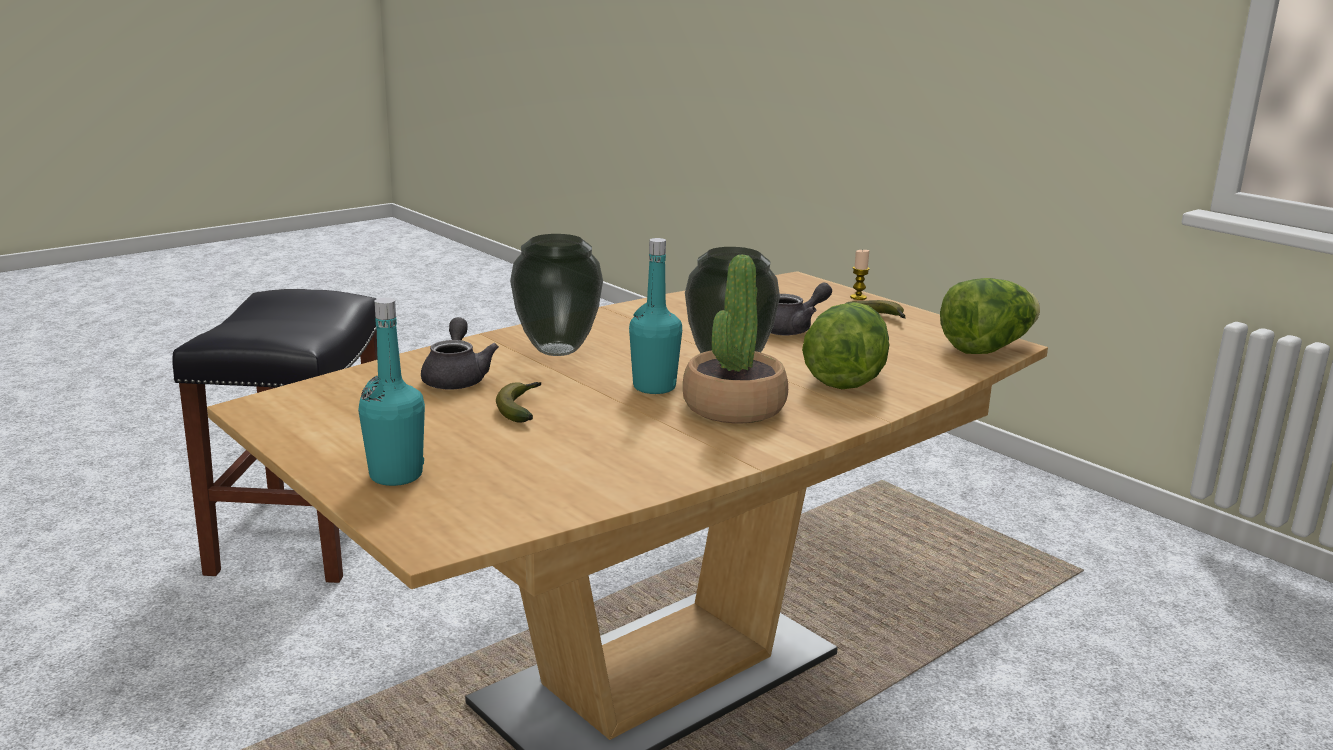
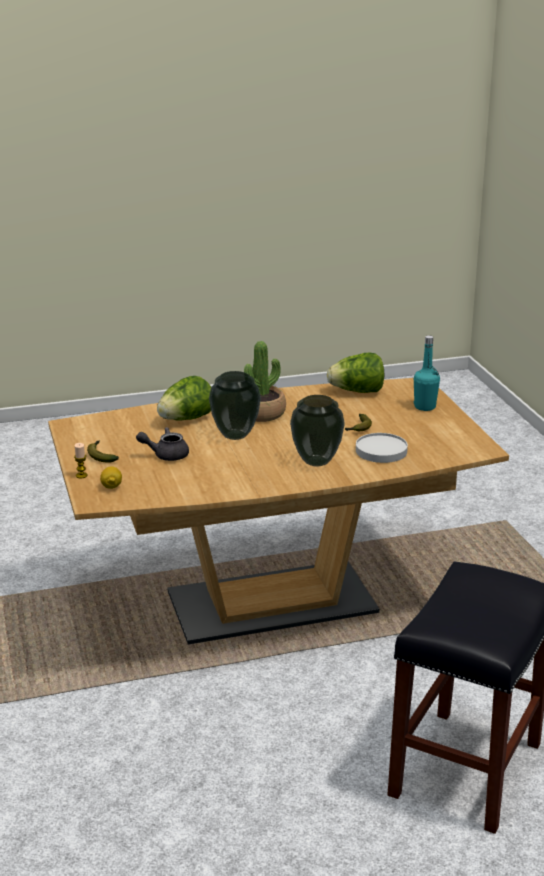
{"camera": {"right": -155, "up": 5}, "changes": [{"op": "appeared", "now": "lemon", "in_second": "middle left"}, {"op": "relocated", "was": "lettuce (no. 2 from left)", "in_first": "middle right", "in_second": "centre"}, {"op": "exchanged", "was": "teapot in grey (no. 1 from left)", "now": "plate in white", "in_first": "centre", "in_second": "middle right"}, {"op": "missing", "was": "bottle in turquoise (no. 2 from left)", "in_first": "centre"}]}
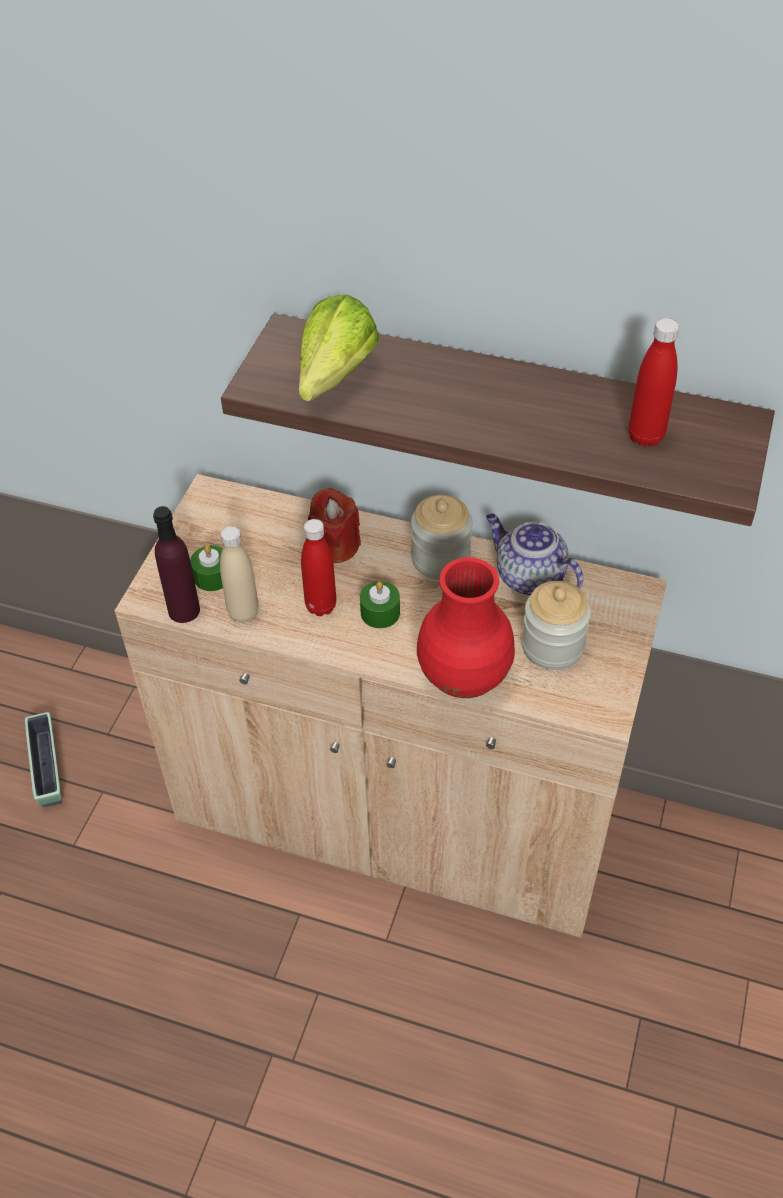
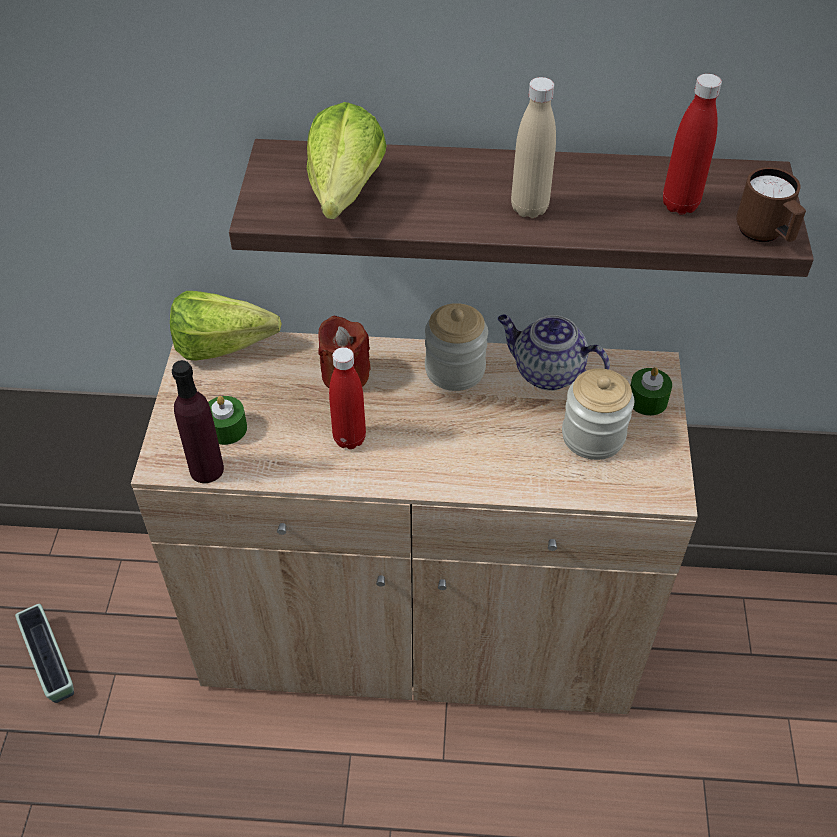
{"camera": {"right": -15, "up": 0}, "changes": [{"op": "appeared", "now": "lettuce (no. 1 from left)", "in_second": "middle left"}, {"op": "relocated", "was": "bottle in beige", "in_first": "middle left", "in_second": "top centre"}, {"op": "relocated", "was": "candle in green (no. 2 from left)", "in_first": "centre", "in_second": "middle right"}, {"op": "appeared", "now": "mug in brown", "in_second": "top right"}, {"op": "missing", "was": "vase in red", "in_first": "centre"}]}
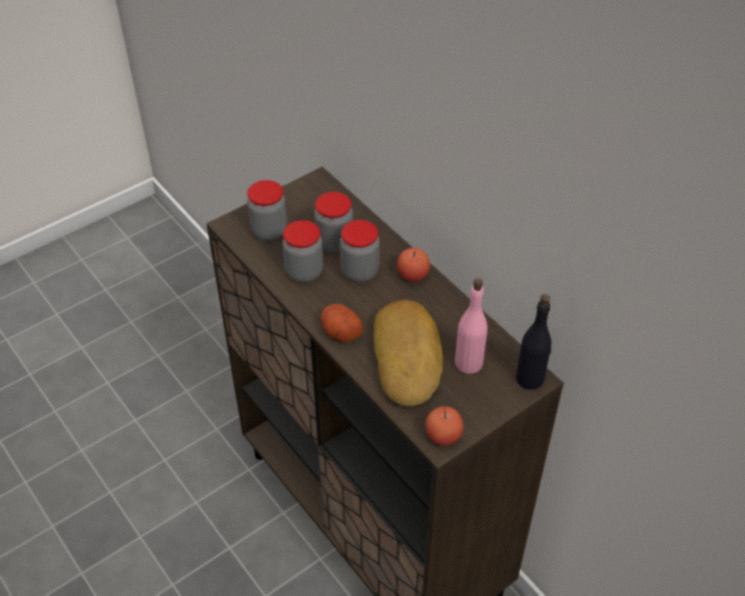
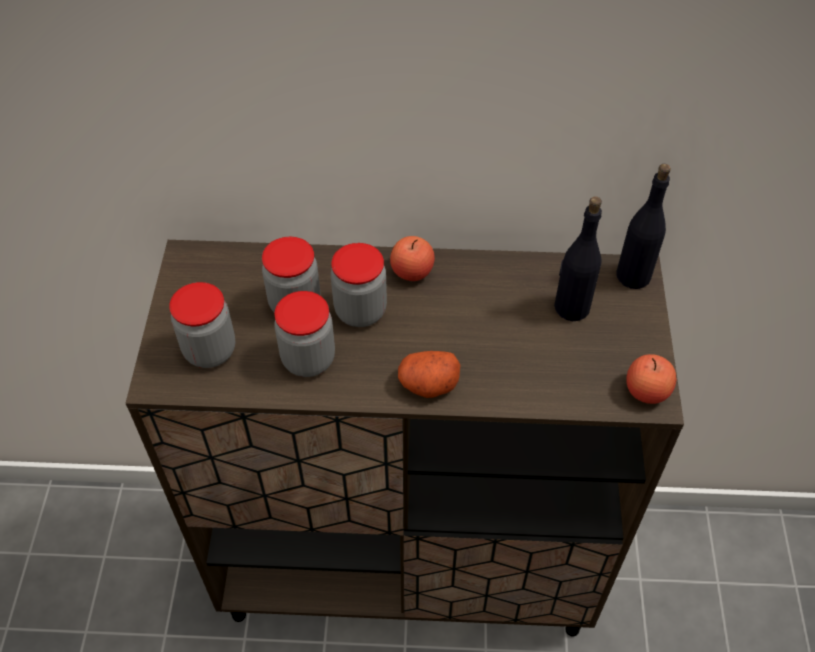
{"camera": {"right": -50, "up": 5}, "changes": [{"op": "colour", "was": "bottle in pink", "now": "bottle in black (no. 1 from left)", "in_first": "centre", "in_second": "middle right"}, {"op": "missing", "was": "bread", "in_first": "centre"}]}
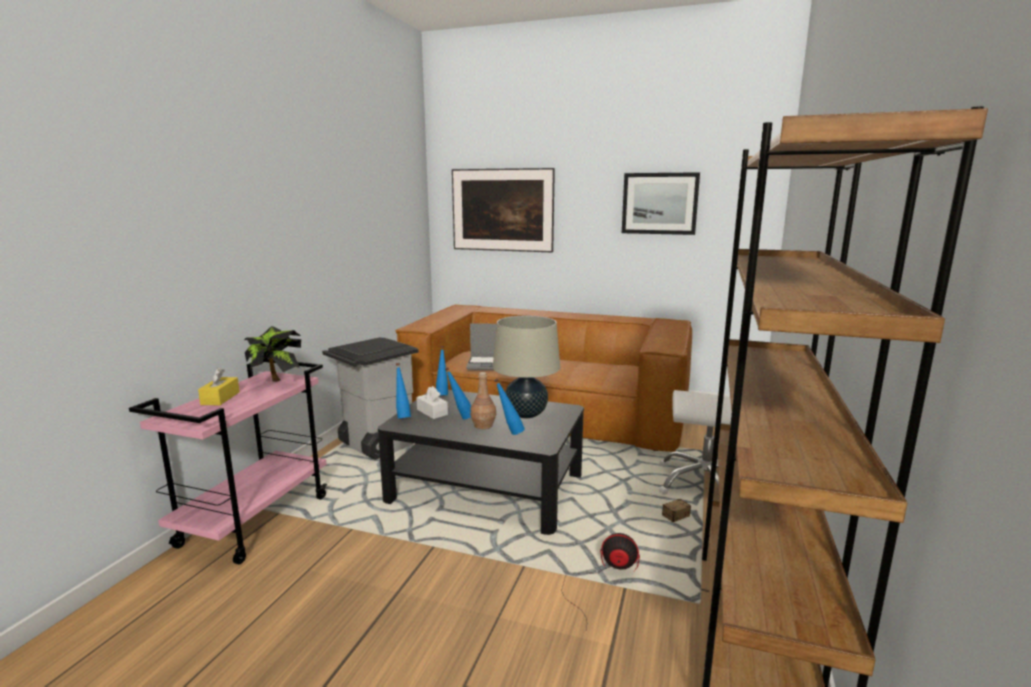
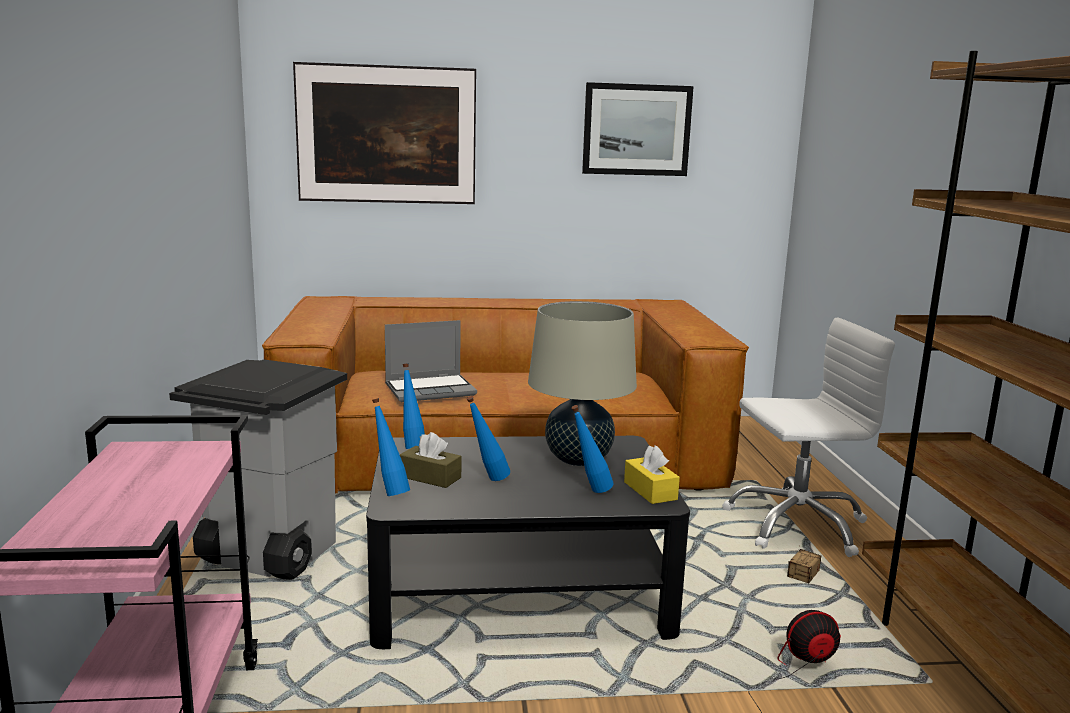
{"camera": {"right": -25, "up": 0}, "changes": [{"op": "colour", "was": "tissue box in white", "now": "tissue box in brown", "in_first": "centre", "in_second": "centre"}, {"op": "relocated", "was": "tissue box in yellow", "in_first": "middle left", "in_second": "centre"}, {"op": "missing", "was": "potted plant", "in_first": "middle left"}, {"op": "missing", "was": "bottle in brown", "in_first": "centre"}]}
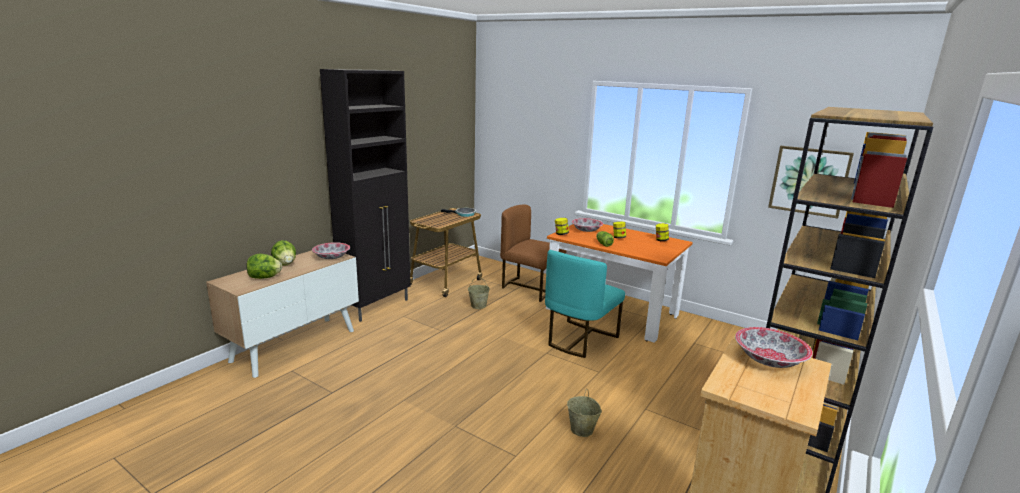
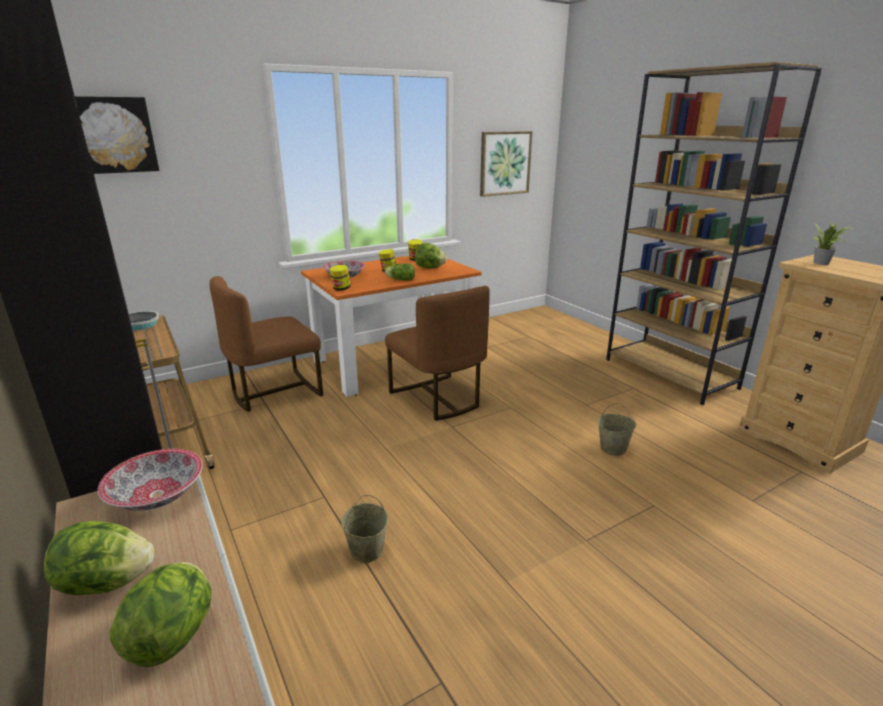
{"camera": {"right": -65, "up": 5}, "changes": [{"op": "appeared", "now": "picture (no. 1 from left)", "in_second": "top left"}, {"op": "relocated", "was": "bucket in beige (no. 1 from left)", "in_first": "centre", "in_second": "bottom centre"}, {"op": "colour", "was": "chair in turquoise", "now": "chair in brown (no. 2 from left)", "in_first": "centre", "in_second": "centre"}, {"op": "appeared", "now": "lettuce (no. 4 from left)", "in_second": "centre"}, {"op": "exchanged", "was": "bowl (no. 3 from left)", "now": "potted plant", "in_first": "bottom right", "in_second": "middle right"}]}
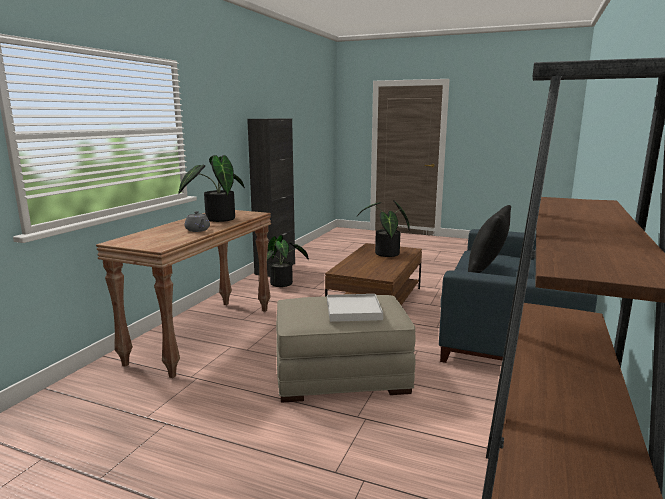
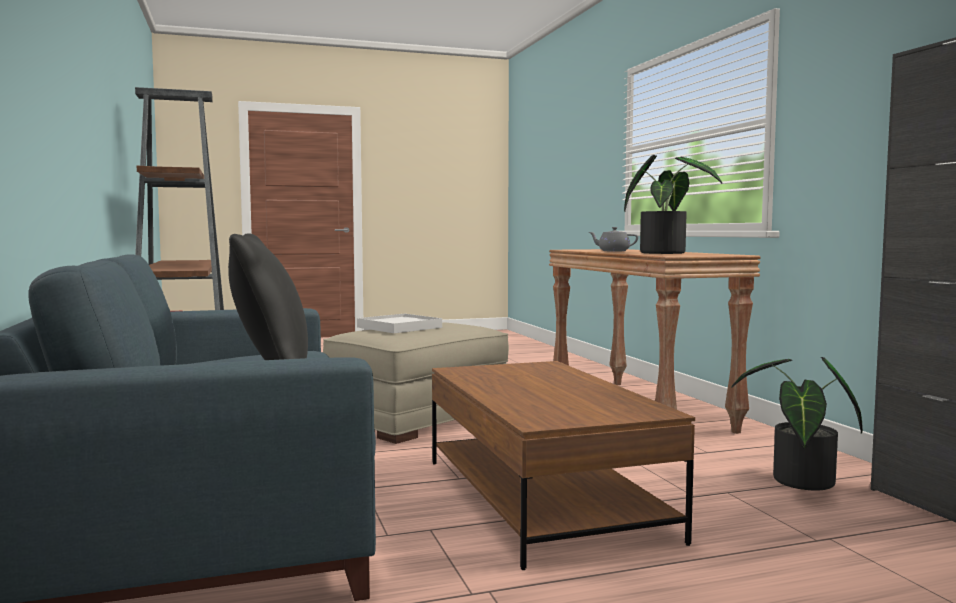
{"camera": {"right": 140, "up": -10}, "changes": [{"op": "missing", "was": "potted plant (no. 3 from left)", "in_first": "centre"}]}
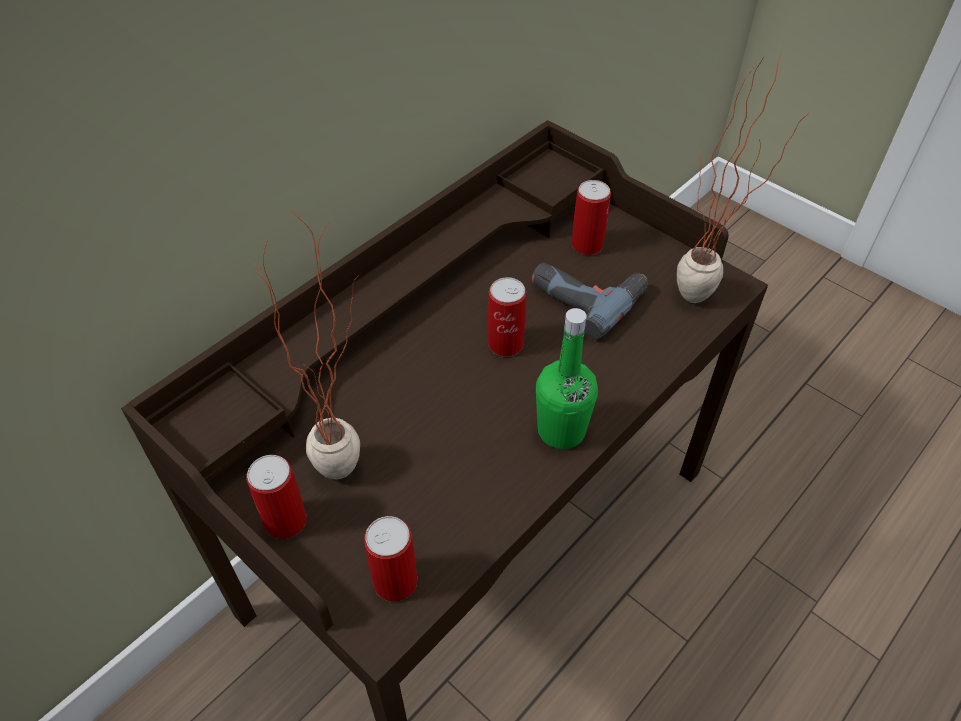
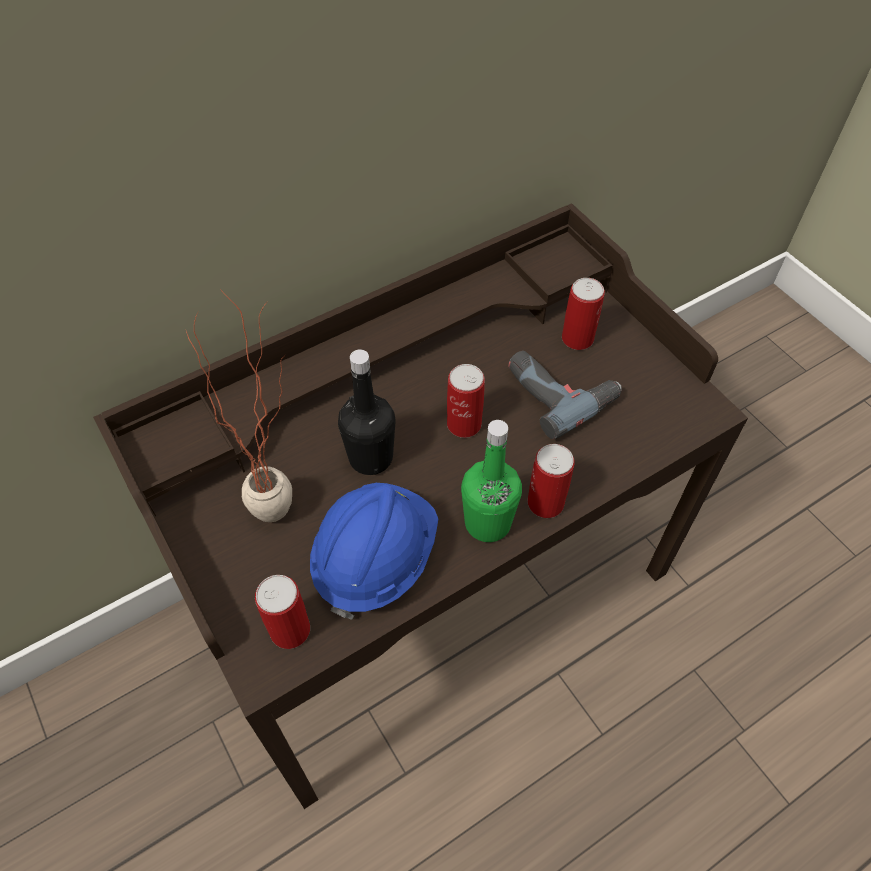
{"camera": {"right": 15, "up": 5}, "changes": [{"op": "appeared", "now": "hard hat in blue", "in_second": "centre"}, {"op": "appeared", "now": "bottle in black", "in_second": "centre"}, {"op": "relocated", "was": "can (no. 1 from left in the first image)", "now": "can (no. 3 from left)", "in_first": "bottom left", "in_second": "centre"}, {"op": "missing", "was": "potted plant (no. 2 from left)", "in_first": "top right"}]}
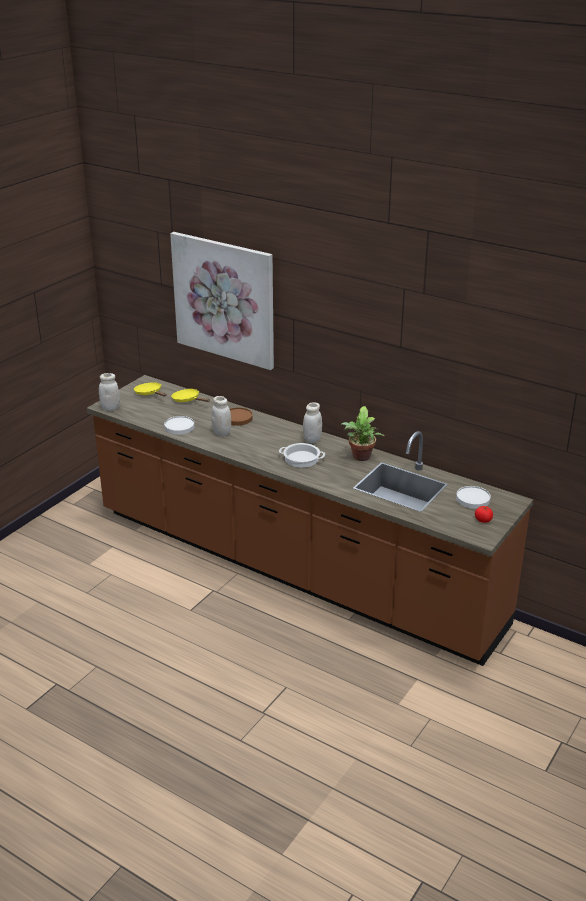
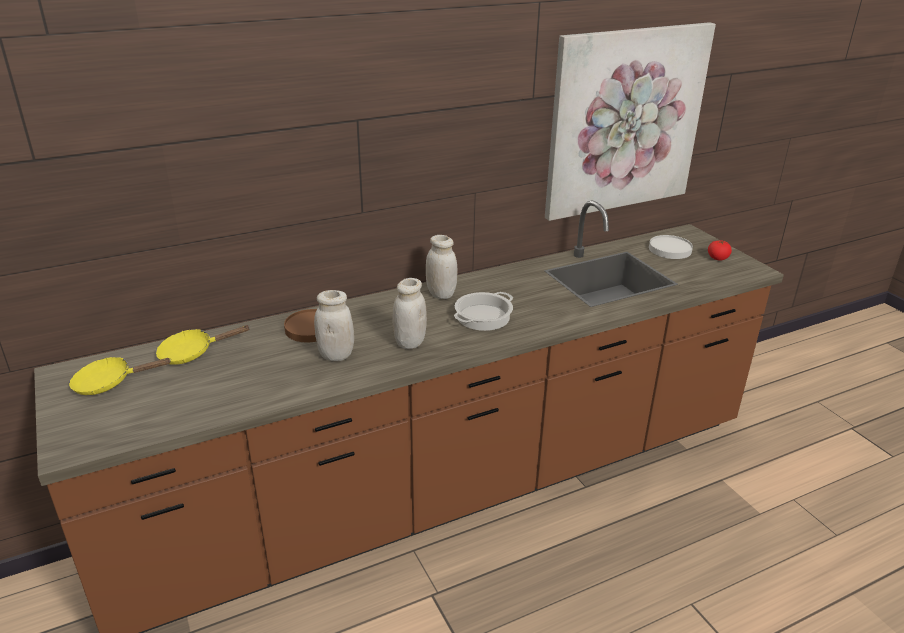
{"camera": {"right": -60, "up": 0}, "changes": [{"op": "relocated", "was": "jar in white (no. 1 from left in the first image)", "now": "jar in white (no. 2 from left)", "in_first": "middle left", "in_second": "centre"}, {"op": "relocated", "was": "picture", "in_first": "centre", "in_second": "top right"}, {"op": "missing", "was": "plate in white (no. 1 from left)", "in_first": "middle left"}, {"op": "missing", "was": "potted plant", "in_first": "centre"}]}
